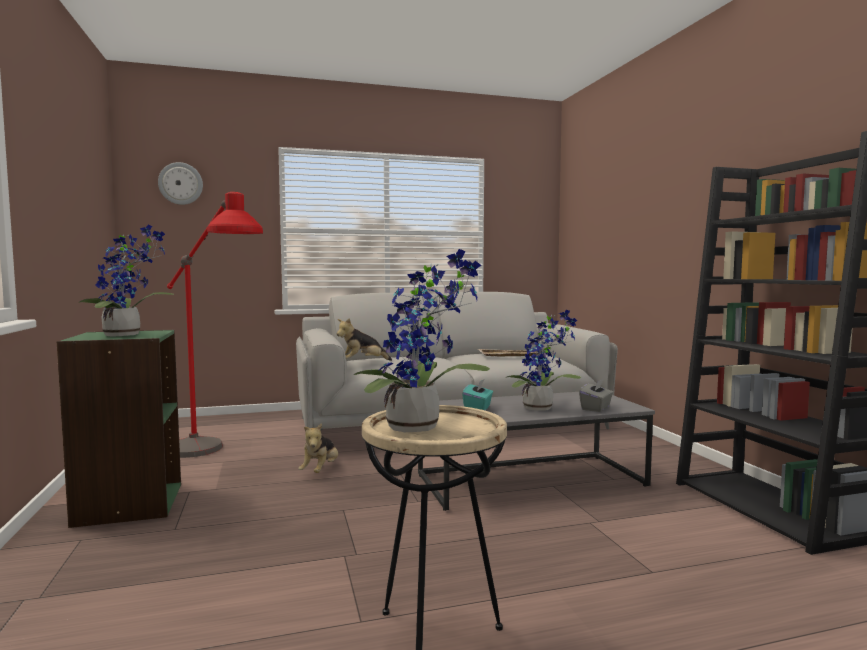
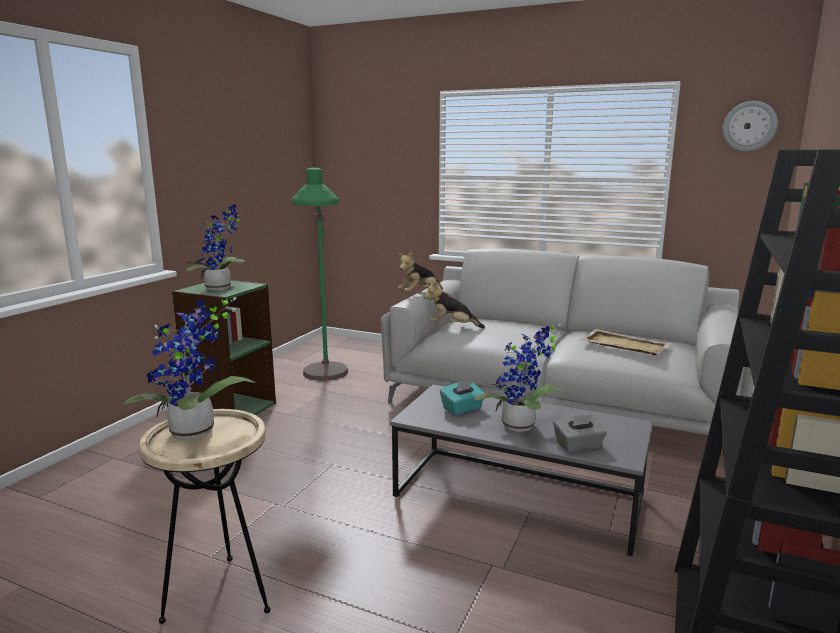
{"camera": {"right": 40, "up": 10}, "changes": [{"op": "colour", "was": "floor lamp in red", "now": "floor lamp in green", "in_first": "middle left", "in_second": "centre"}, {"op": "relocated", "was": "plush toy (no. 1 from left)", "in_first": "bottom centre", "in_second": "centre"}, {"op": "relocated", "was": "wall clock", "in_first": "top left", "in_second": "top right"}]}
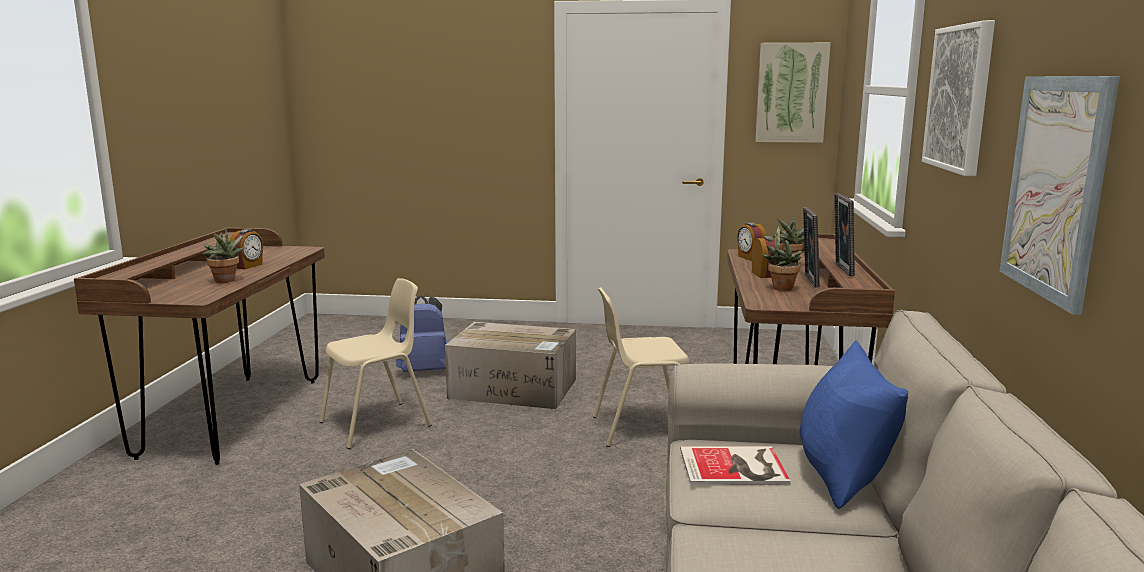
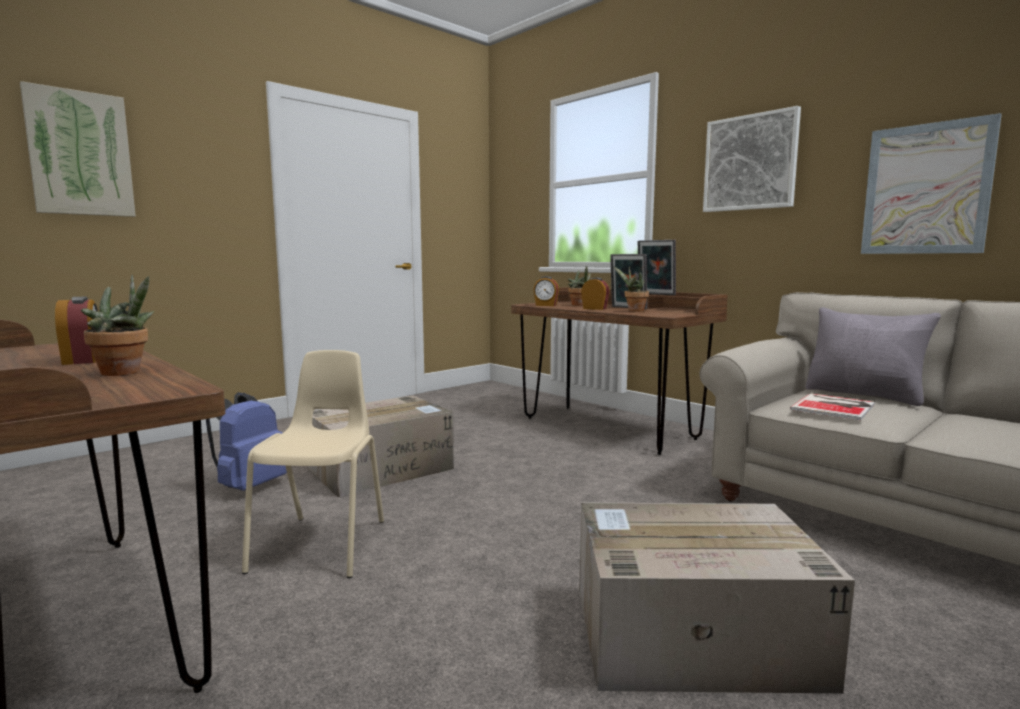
{"camera": {"right": -50, "up": -5}, "changes": [{"op": "relocated", "was": "picture (no. 1 from left)", "in_first": "top right", "in_second": "top left"}, {"op": "colour", "was": "pillow in blue", "now": "pillow in grey", "in_first": "bottom right", "in_second": "middle right"}, {"op": "missing", "was": "chair in beige (no. 2 from left)", "in_first": "centre"}]}
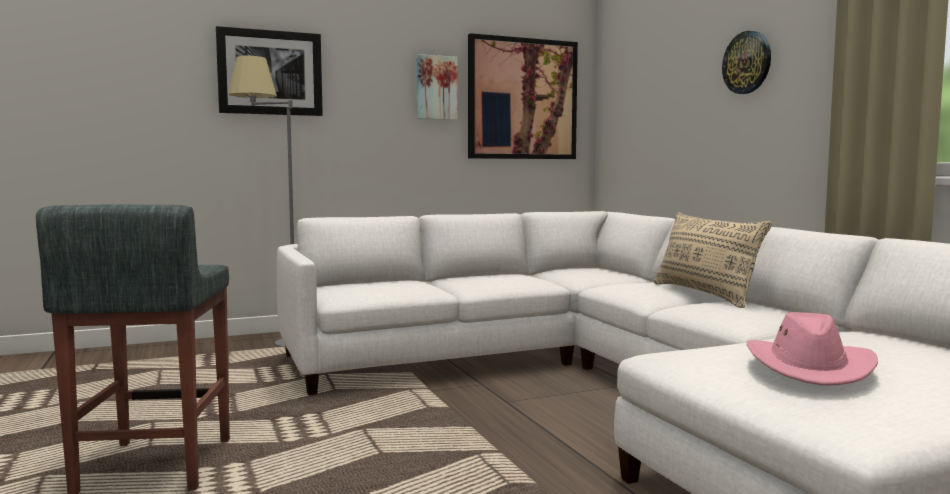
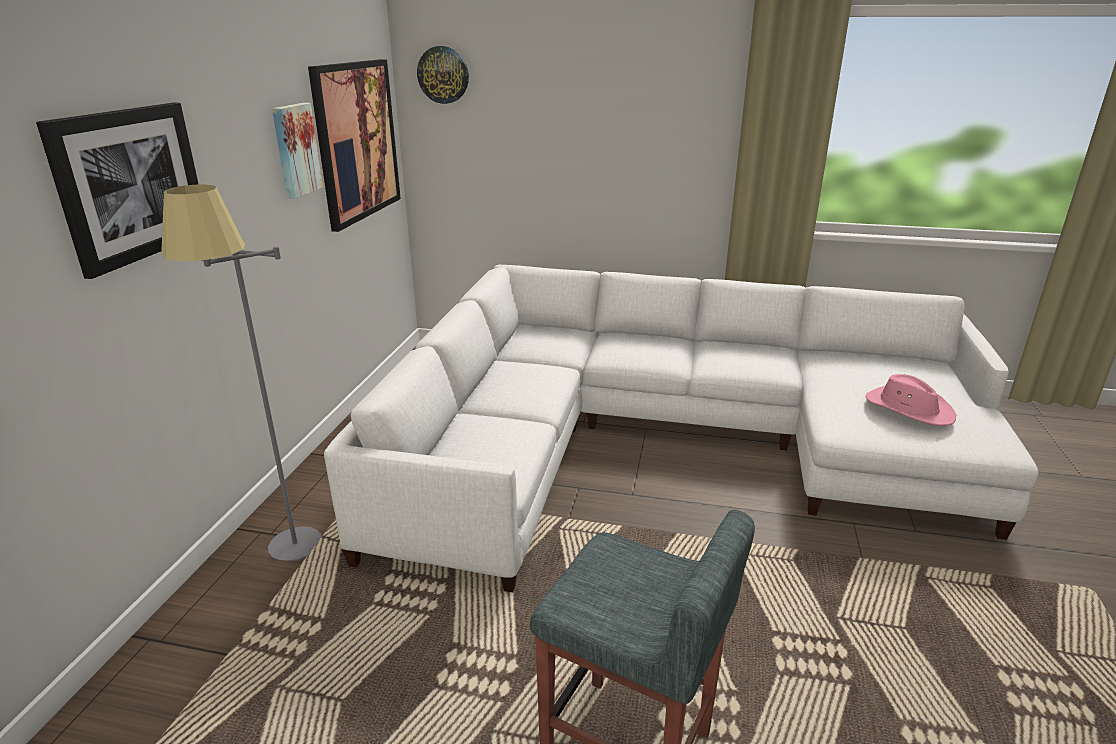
{"camera": {"right": -55, "up": 20}, "changes": [{"op": "relocated", "was": "wall clock", "in_first": "top right", "in_second": "top centre"}, {"op": "missing", "was": "pillow in beige", "in_first": "middle right"}]}
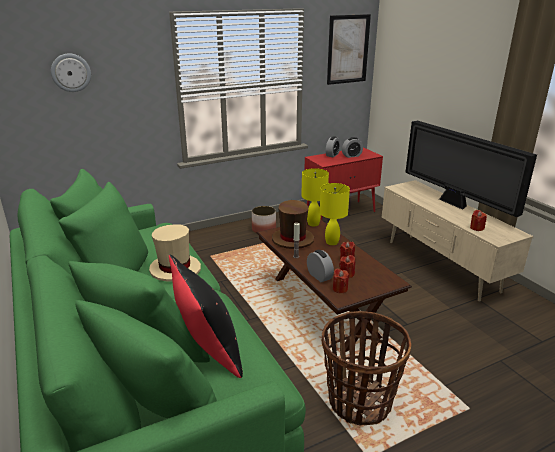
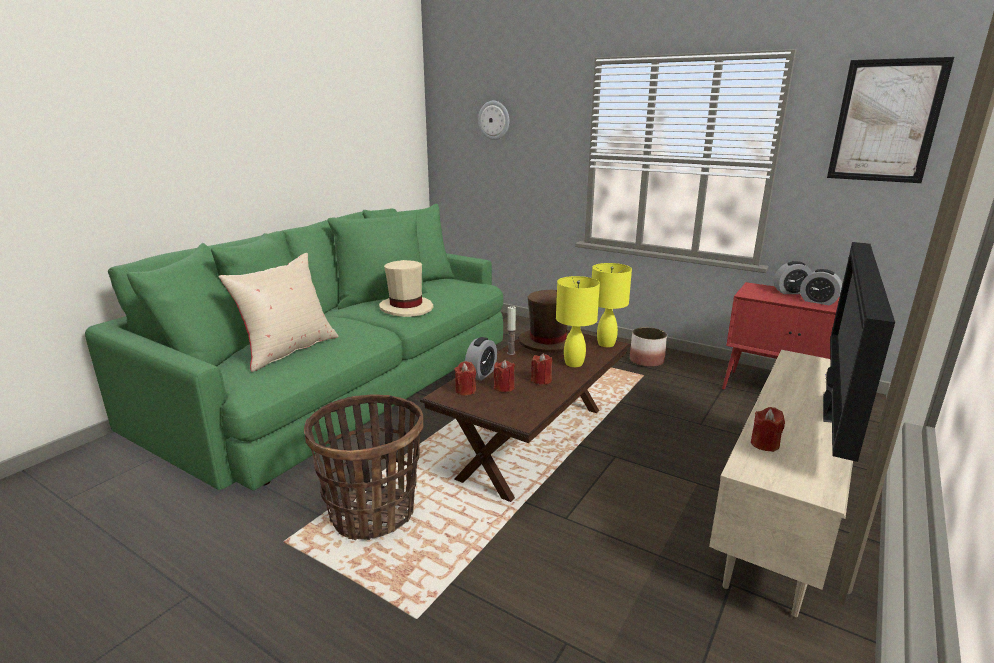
{"camera": {"right": 60, "up": -5}, "changes": [{"op": "colour", "was": "pillow in black", "now": "pillow in beige", "in_first": "bottom centre", "in_second": "middle left"}]}
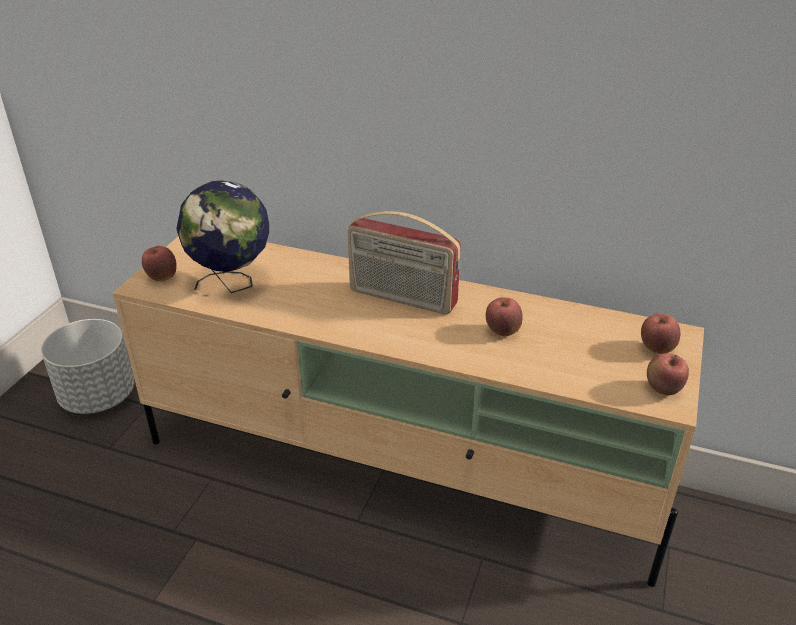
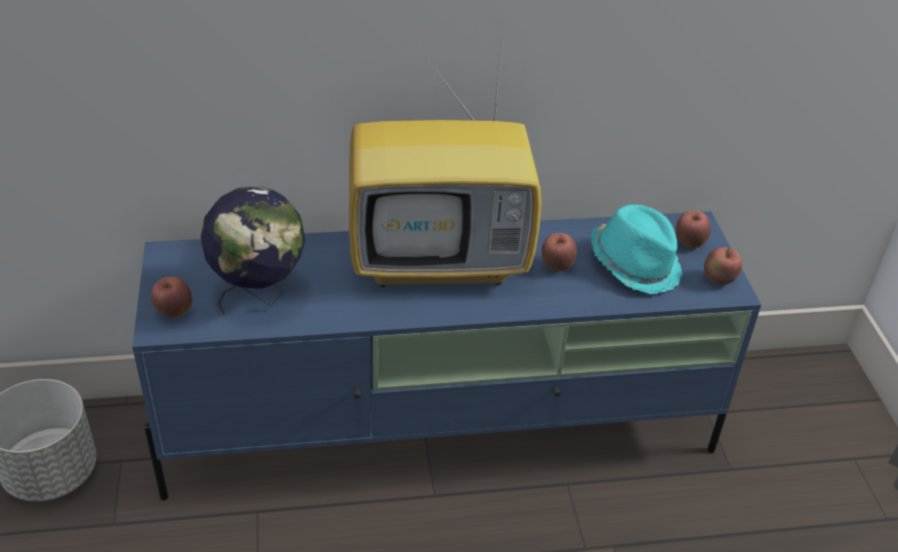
{"camera": {"right": -30, "up": 5}, "changes": [{"op": "colour", "was": "tv stand in beige", "now": "tv stand in blue", "in_first": "centre", "in_second": "centre"}, {"op": "exchanged", "was": "radio", "now": "television", "in_first": "centre", "in_second": "top centre"}, {"op": "appeared", "now": "hat in turquoise", "in_second": "middle right"}]}
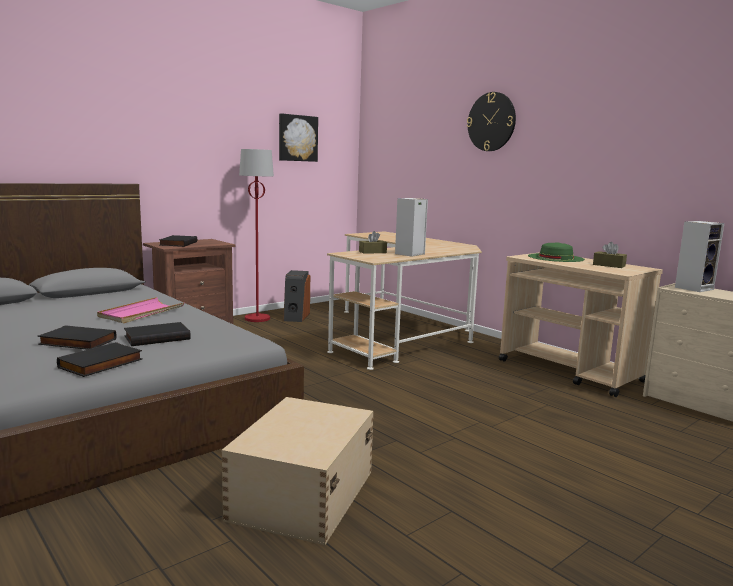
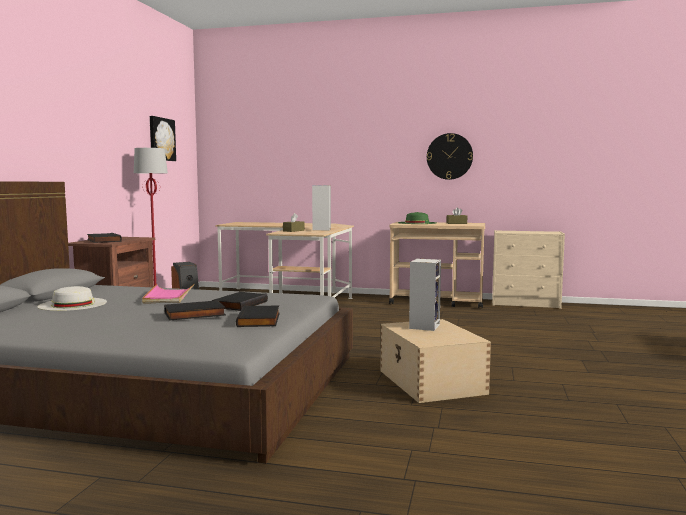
{"camera": {"right": -35, "up": -5}, "changes": [{"op": "appeared", "now": "hat in white", "in_second": "middle left"}, {"op": "relocated", "was": "speaker (no. 3 from left)", "in_first": "middle right", "in_second": "centre"}, {"op": "relocated", "was": "wall clock", "in_first": "top right", "in_second": "top centre"}]}
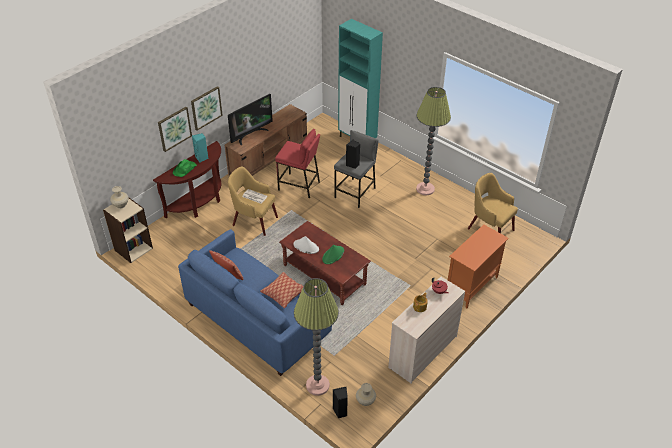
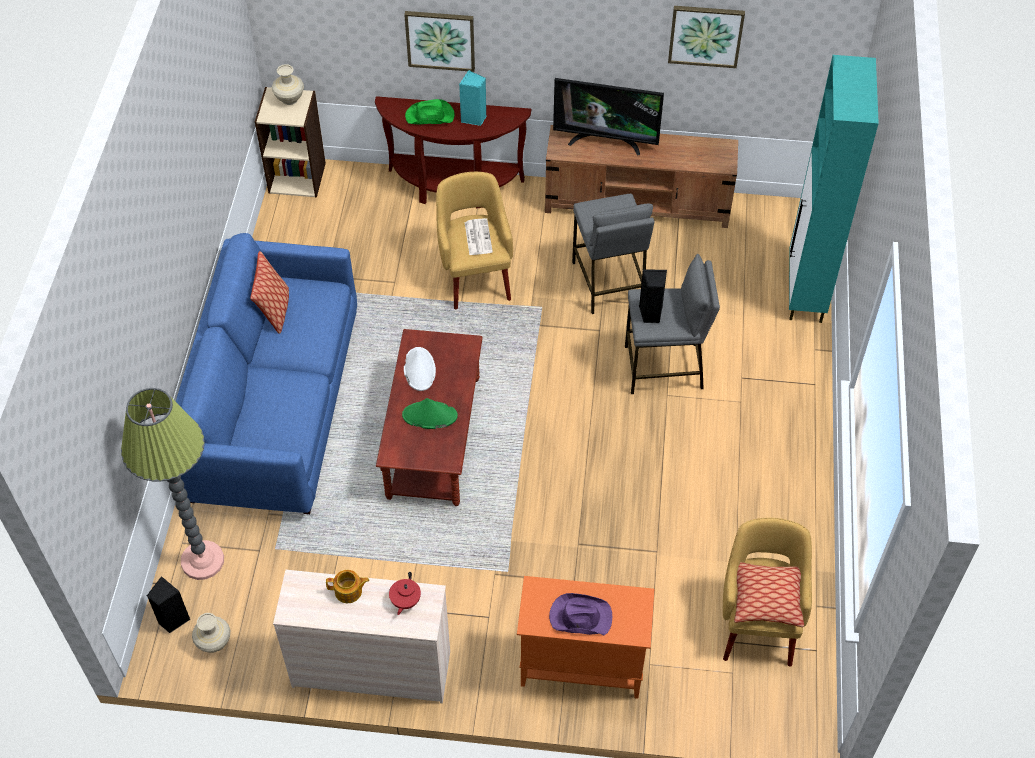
{"camera": {"right": 55, "up": 10}, "changes": [{"op": "appeared", "now": "hat in purple", "in_second": "bottom centre"}, {"op": "colour", "was": "stool in red", "now": "stool in grey (no. 1 from left)", "in_first": "centre", "in_second": "centre"}, {"op": "relocated", "was": "picture (no. 2 from left)", "in_first": "top left", "in_second": "top right"}, {"op": "relocated", "was": "pillow (no. 2 from left)", "in_first": "centre", "in_second": "bottom right"}, {"op": "missing", "was": "floor lamp (no. 2 from left)", "in_first": "top centre"}]}
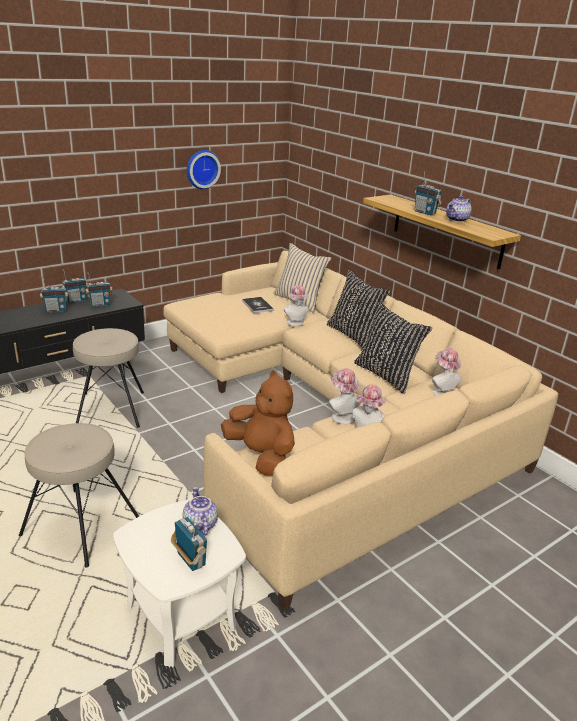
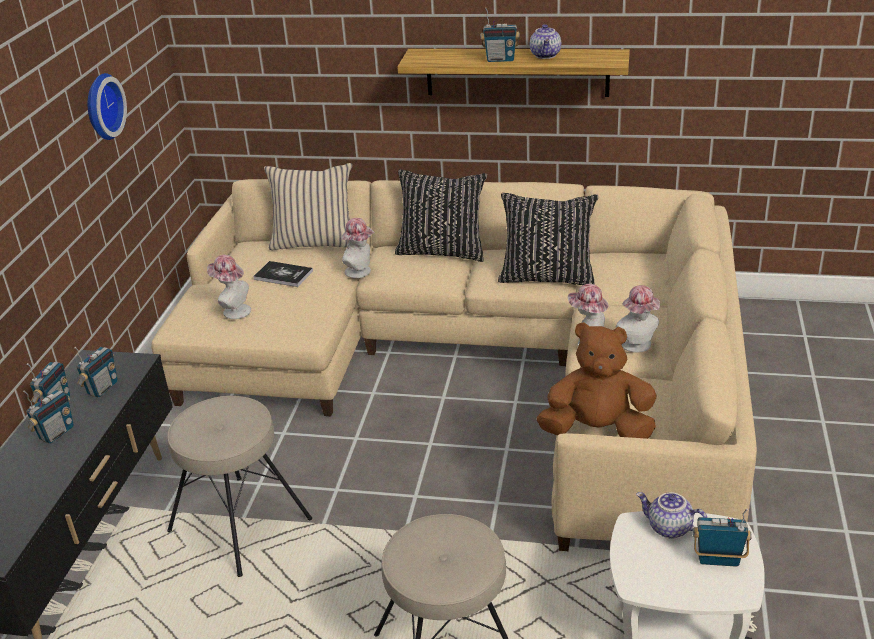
{"camera": {"right": -40, "up": 5}, "changes": [{"op": "relocated", "was": "hat (no. 4 from left in the first image)", "now": "hat (no. 1 from left)", "in_first": "middle right", "in_second": "middle left"}]}
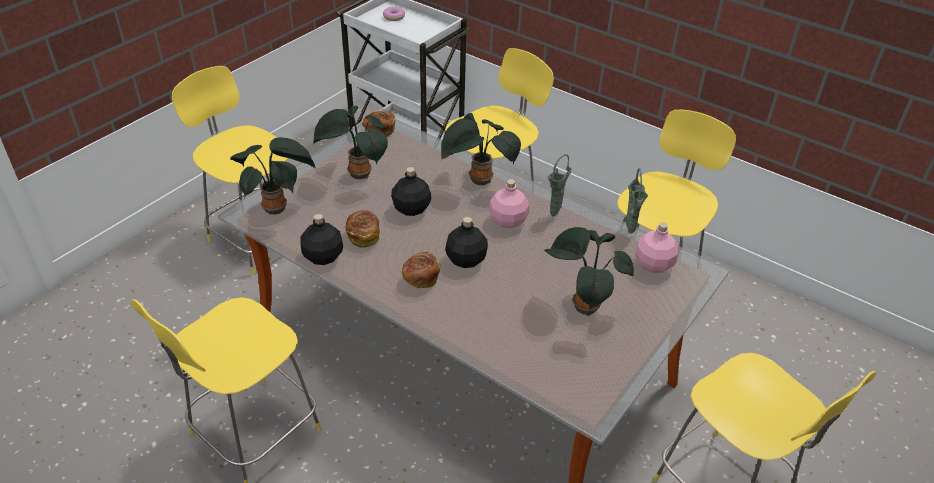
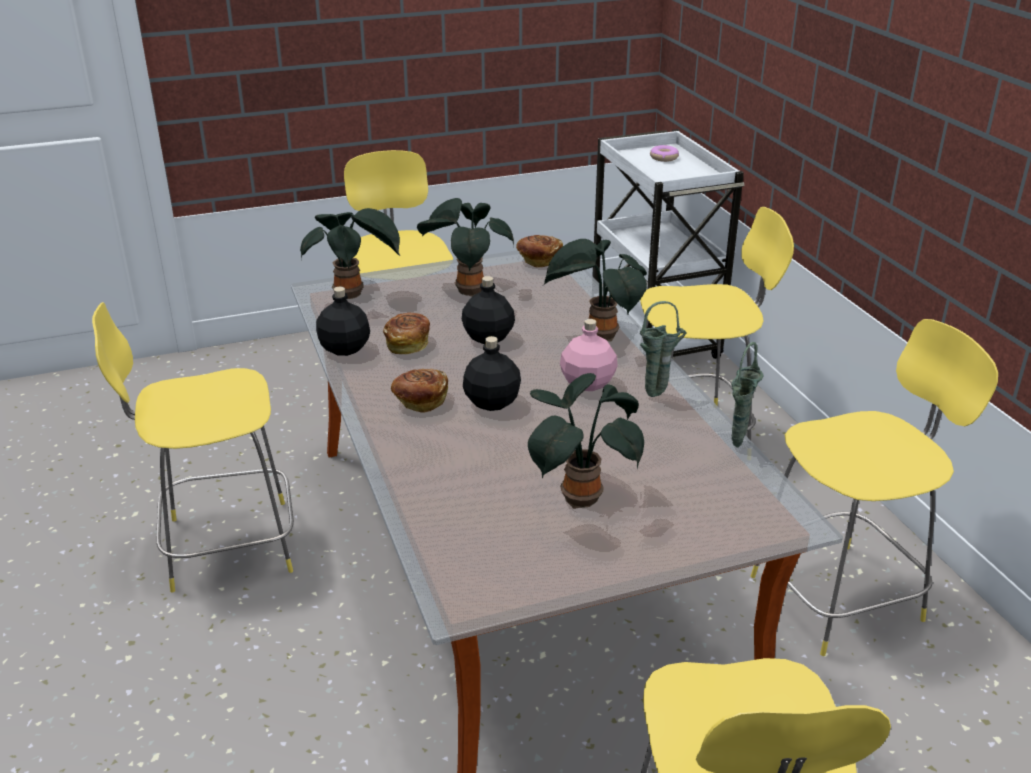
{"camera": {"right": 35, "up": -10}, "changes": [{"op": "missing", "was": "bottle in pink (no. 2 from left)", "in_first": "middle right"}]}
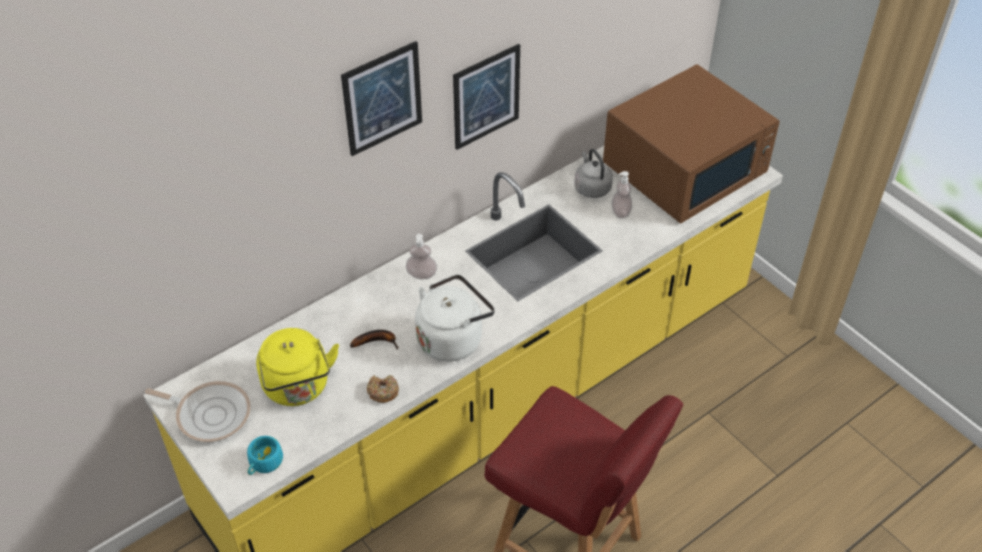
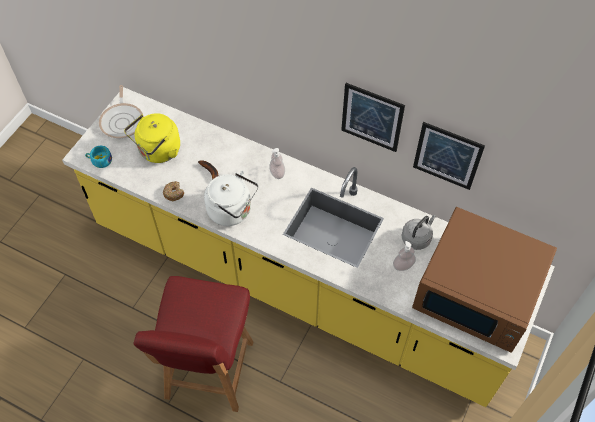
{"camera": {"right": 65, "up": 10}, "changes": [{"op": "relocated", "was": "picture (no. 1 from left in the first image)", "now": "picture (no. 2 from left)", "in_first": "top centre", "in_second": "middle right"}]}
